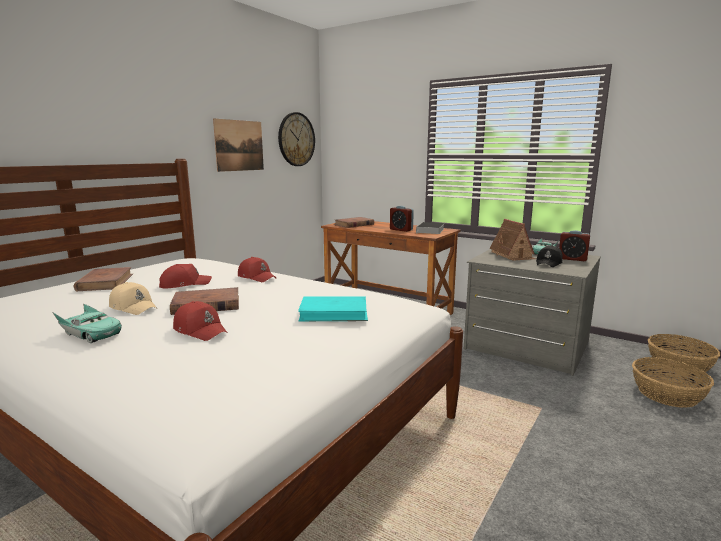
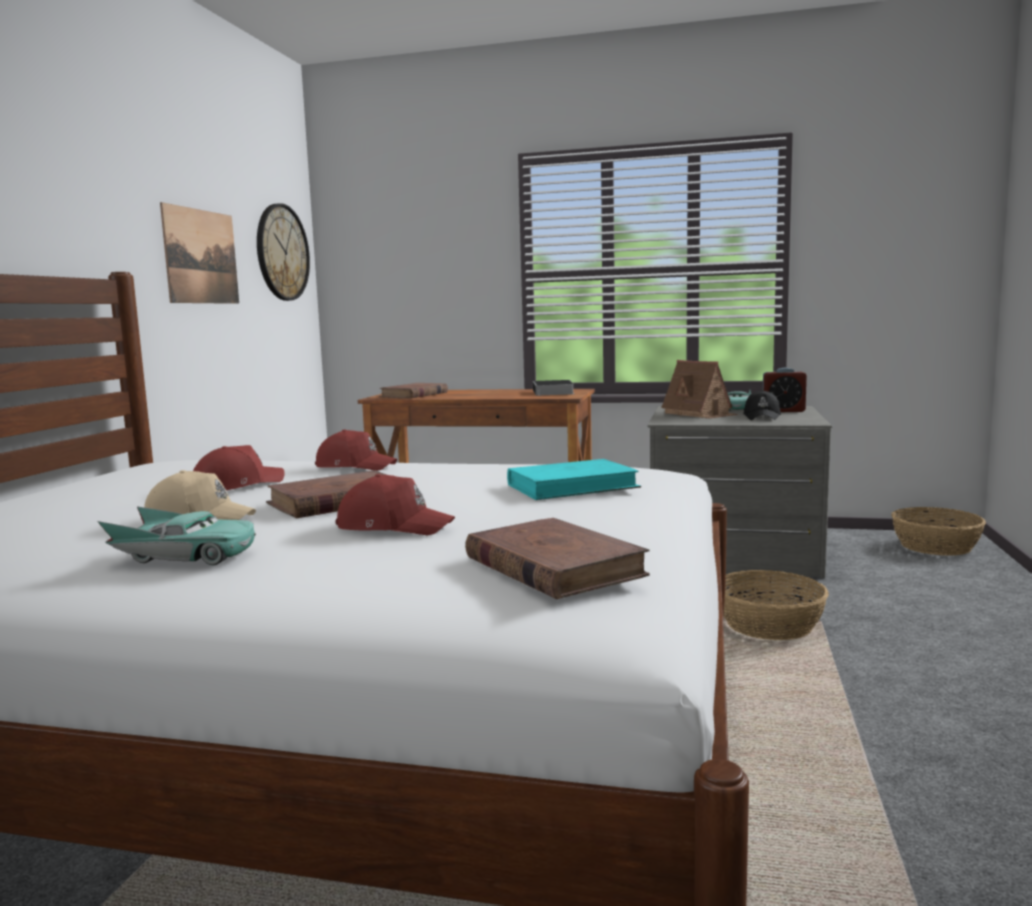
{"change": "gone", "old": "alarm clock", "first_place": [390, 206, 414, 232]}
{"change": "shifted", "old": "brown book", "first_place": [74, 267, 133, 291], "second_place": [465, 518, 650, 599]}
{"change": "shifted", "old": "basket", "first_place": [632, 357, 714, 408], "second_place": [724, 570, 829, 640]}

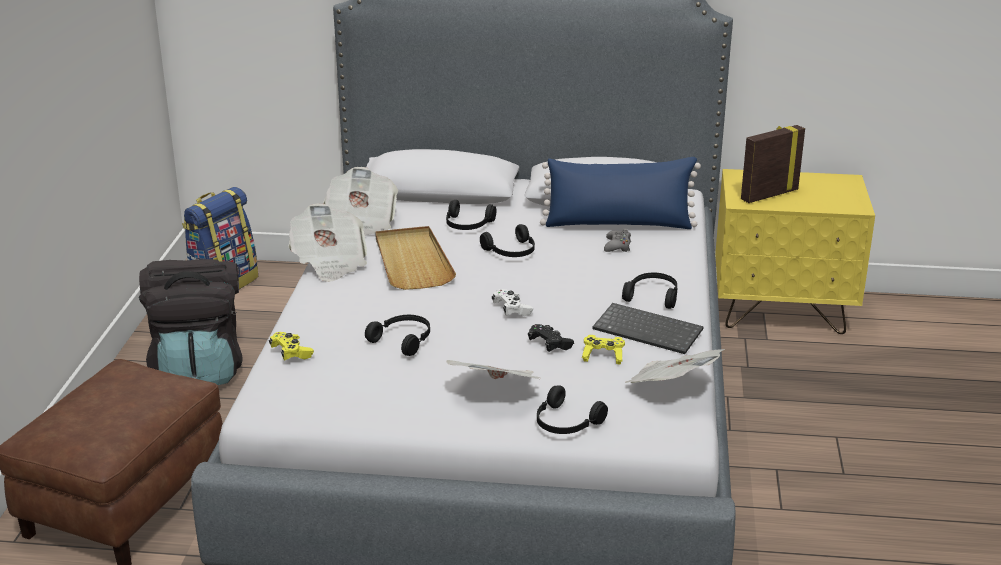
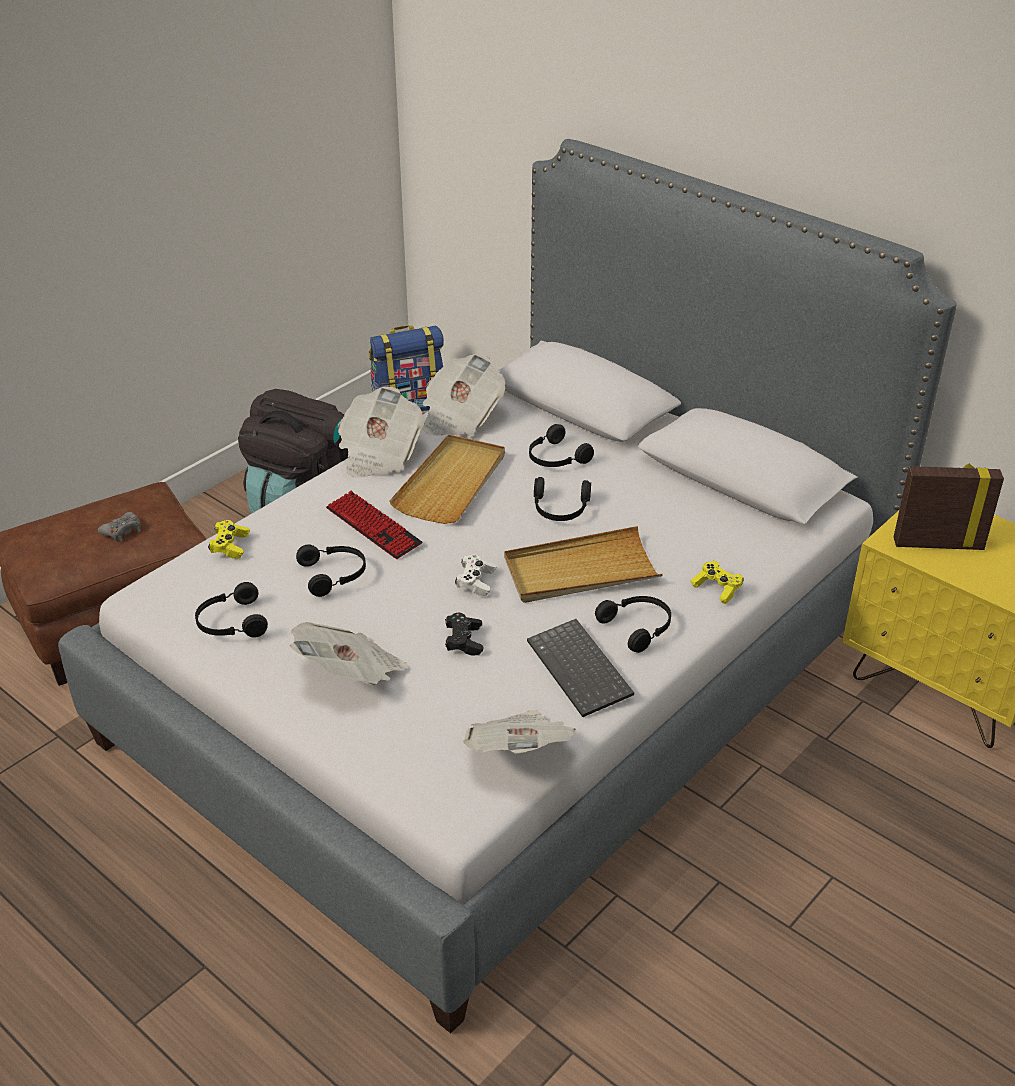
{"change": "gone", "old": "blue pillow", "first_place": [540, 157, 701, 229]}
{"change": "shifted", "old": "grey game controller", "first_place": [604, 228, 631, 252], "second_place": [98, 512, 141, 542]}
{"change": "shifted", "old": "yellow game controller", "first_place": [582, 335, 625, 364], "second_place": [690, 561, 744, 604]}
{"change": "shifted", "old": "black headphones", "first_place": [537, 385, 608, 434], "second_place": [195, 582, 268, 638]}
{"change": "new", "new": "keyboard", "second_place": [326, 491, 422, 559]}
{"change": "new", "new": "beige tray", "second_place": [504, 526, 663, 603]}

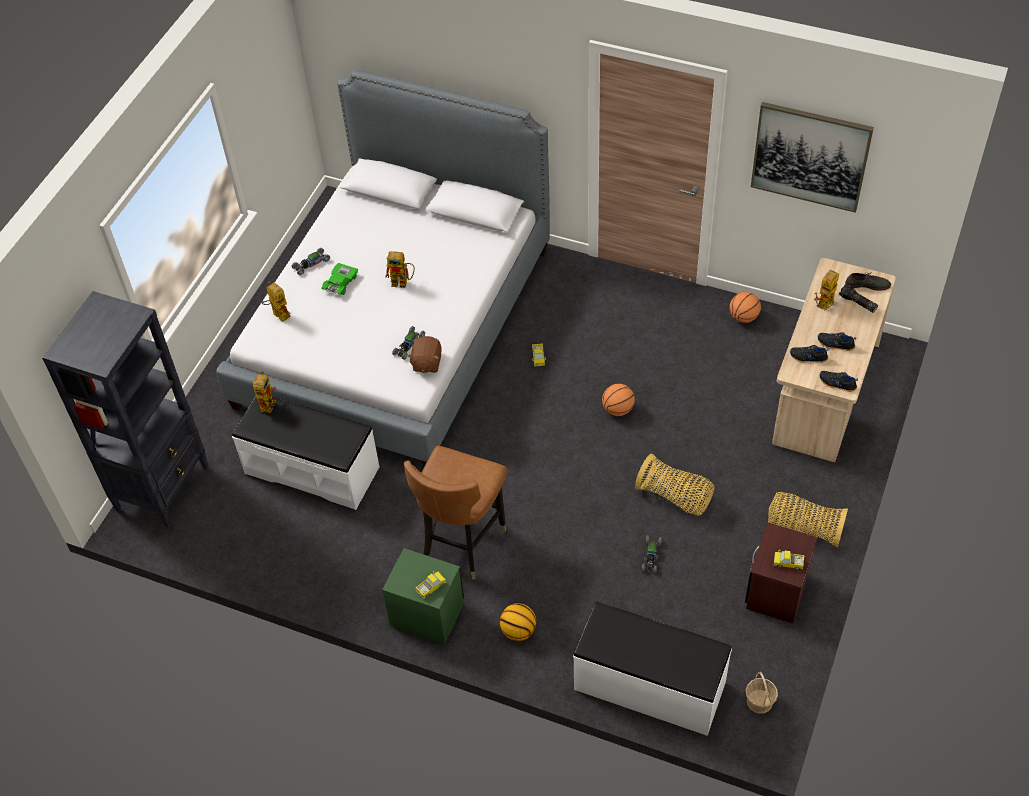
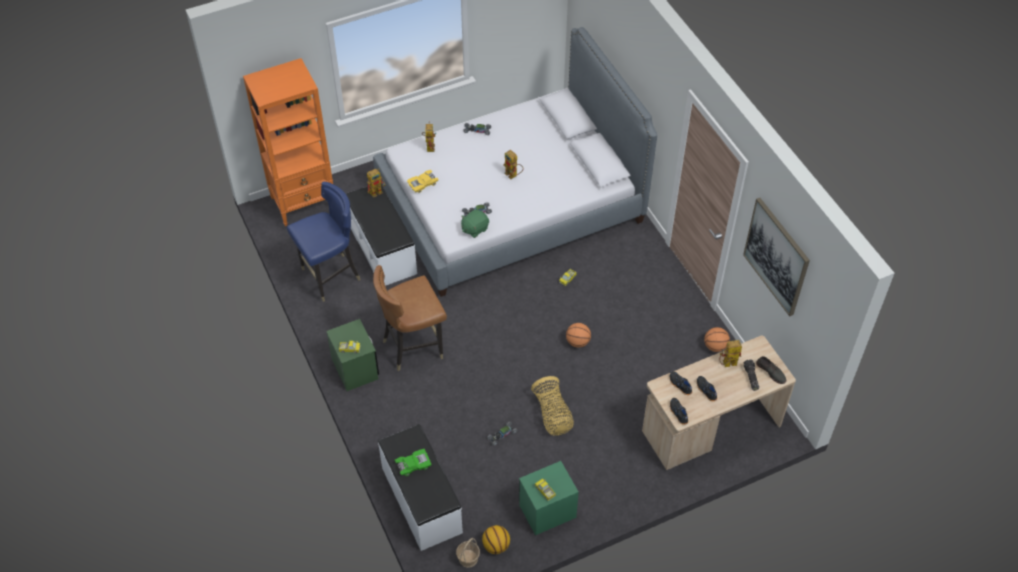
{"change": "shifted", "old": "green toy car", "first_place": [321, 263, 358, 295], "second_place": [395, 449, 431, 476]}
{"change": "repainted", "old": "black bookcase", "new": "orange bookcase", "first_place": [42, 291, 209, 529], "second_place": [243, 58, 333, 226]}
{"change": "repainted", "old": "brown plush toy", "new": "green plush toy", "first_place": [407, 336, 441, 373], "second_place": [461, 209, 489, 238]}
{"change": "gone", "old": "basket", "first_place": [768, 492, 848, 547]}
{"change": "repainted", "old": "brown nightstand", "new": "green nightstand", "first_place": [745, 522, 817, 624], "second_place": [519, 461, 579, 535]}
{"change": "shifted", "old": "basketball", "first_place": [500, 603, 536, 641], "second_place": [482, 525, 510, 554]}
{"change": "new", "new": "yellow toy car", "second_place": [407, 170, 439, 193]}
{"change": "new", "new": "blue chair", "second_place": [287, 182, 361, 302]}

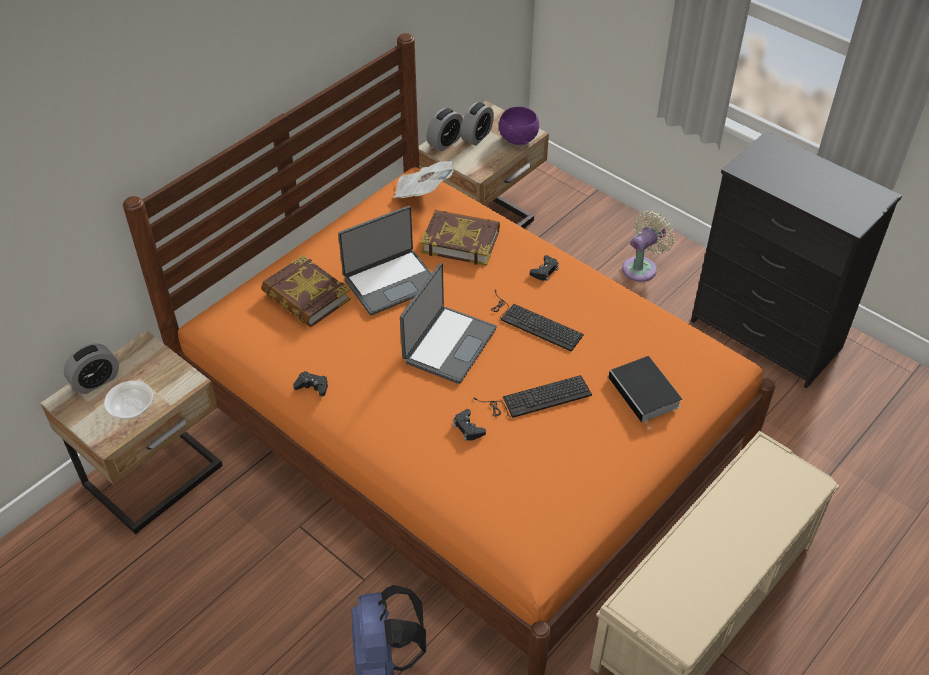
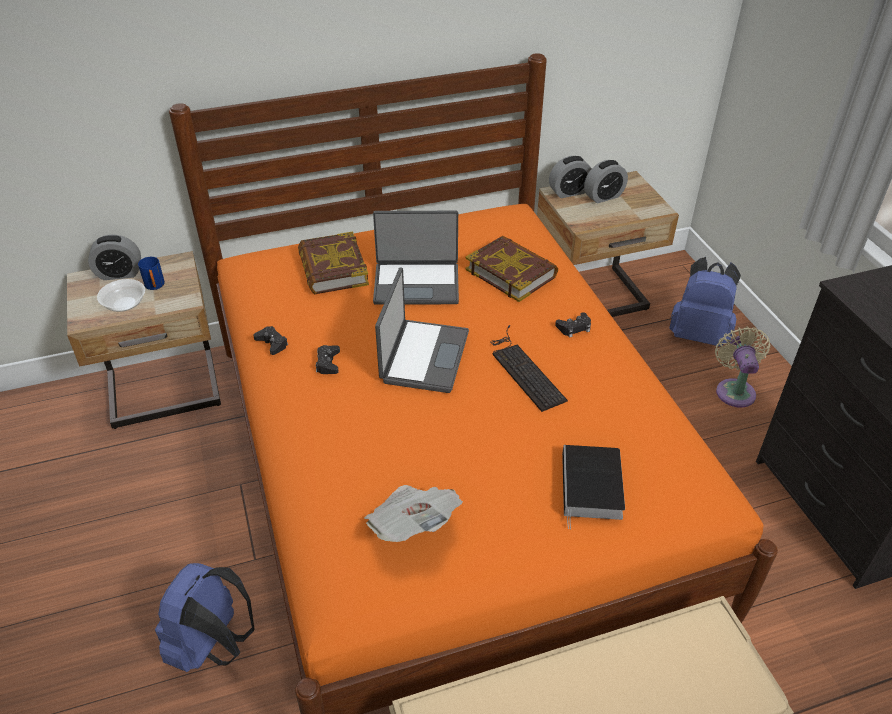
{"change": "gone", "old": "purple bowl", "first_place": [499, 107, 539, 145]}
{"change": "shifted", "old": "newspaper", "first_place": [393, 161, 454, 198], "second_place": [364, 485, 463, 542]}
{"change": "rotated", "old": "beige fan", "first_place": [622, 211, 674, 282], "second_place": [715, 326, 770, 407], "degrees": -75}
{"change": "rotated", "old": "laptop", "first_place": [400, 263, 497, 384], "second_place": [375, 268, 469, 393], "degrees": -45}
{"change": "gone", "old": "keyboard", "first_place": [473, 375, 592, 418]}
{"change": "shifted", "old": "black game controller", "first_place": [453, 409, 486, 441], "second_place": [316, 345, 340, 374]}
{"change": "new", "new": "blue mug", "second_place": [138, 257, 165, 290]}
{"change": "new", "new": "blue backpack", "second_place": [669, 257, 741, 347]}

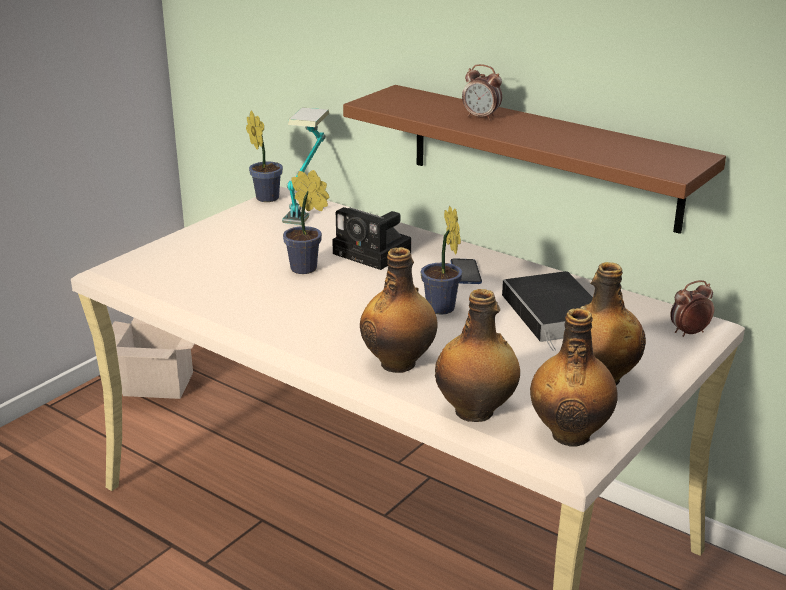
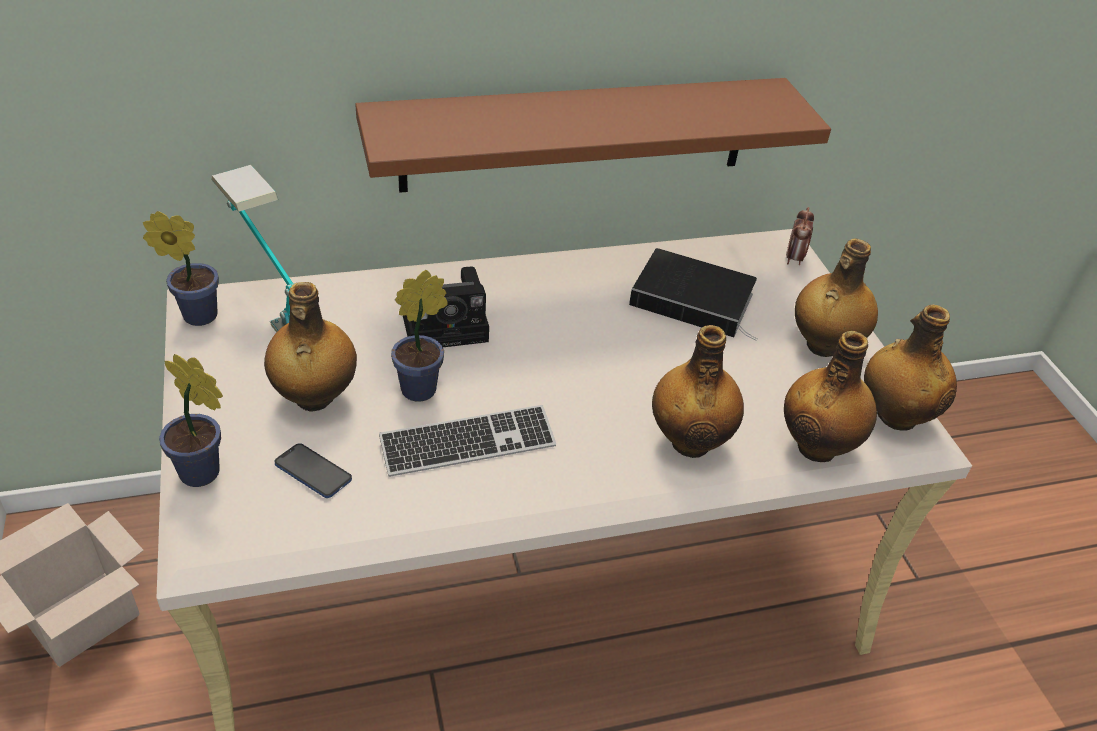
{"change": "gone", "old": "alarm clock", "first_place": [462, 64, 502, 121]}
{"change": "shifted", "old": "potted plant", "first_place": [420, 205, 462, 315], "second_place": [159, 354, 223, 487]}
{"change": "shifted", "old": "phone", "first_place": [451, 258, 482, 284], "second_place": [275, 443, 352, 498]}
{"change": "new", "new": "bottle", "second_place": [264, 282, 357, 411]}
{"change": "new", "new": "keyboard", "second_place": [379, 405, 556, 477]}

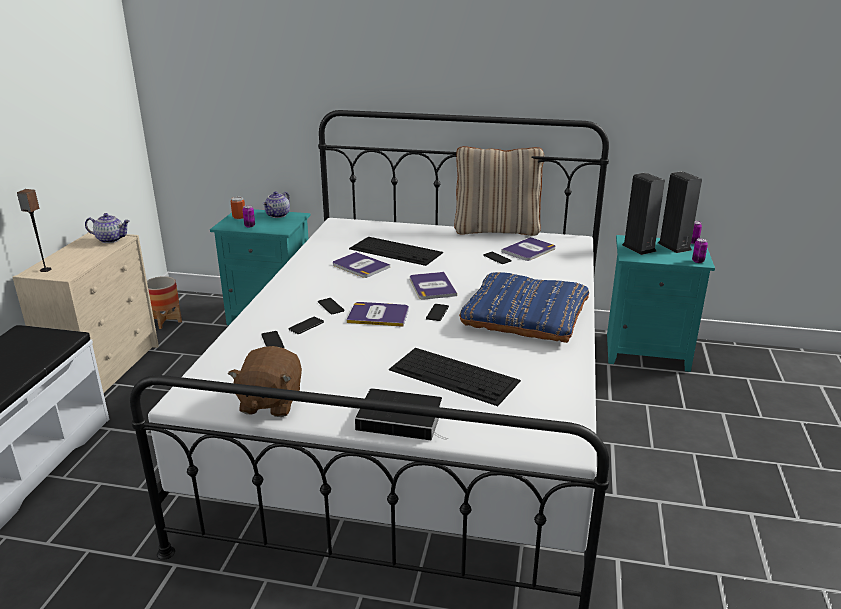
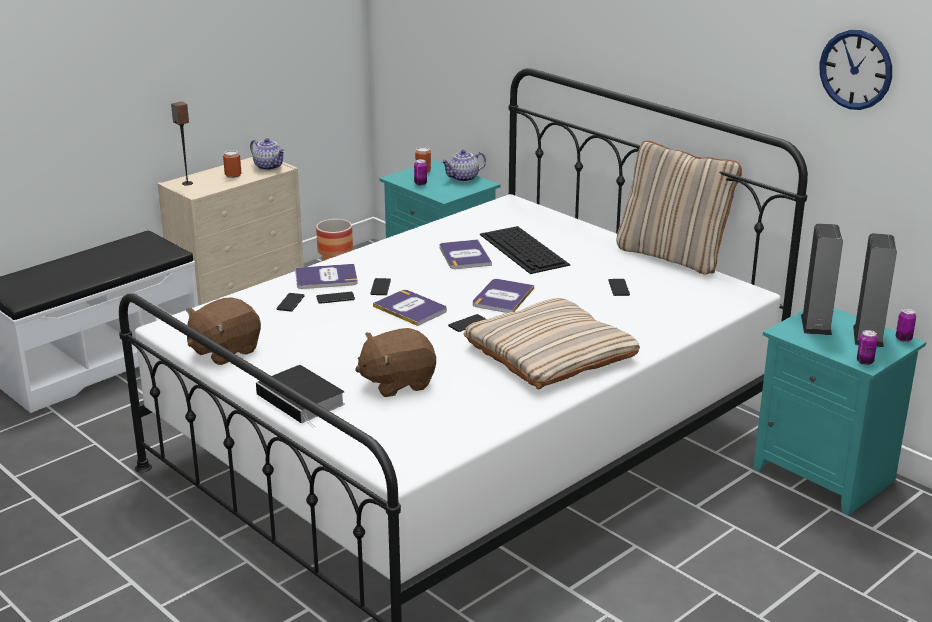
{"change": "shifted", "old": "book", "first_place": [501, 237, 555, 261], "second_place": [295, 264, 358, 289]}
{"change": "repainted", "old": "blue pillow", "new": "beige pillow", "first_place": [459, 272, 589, 343], "second_place": [463, 298, 640, 390]}
{"change": "swapped", "old": "keyboard", "new": "brown plush toy", "first_place": [389, 348, 521, 406], "second_place": [355, 328, 436, 397]}
{"change": "new", "new": "wall clock", "second_place": [820, 30, 892, 110]}
{"change": "new", "new": "can", "second_place": [223, 150, 241, 178]}

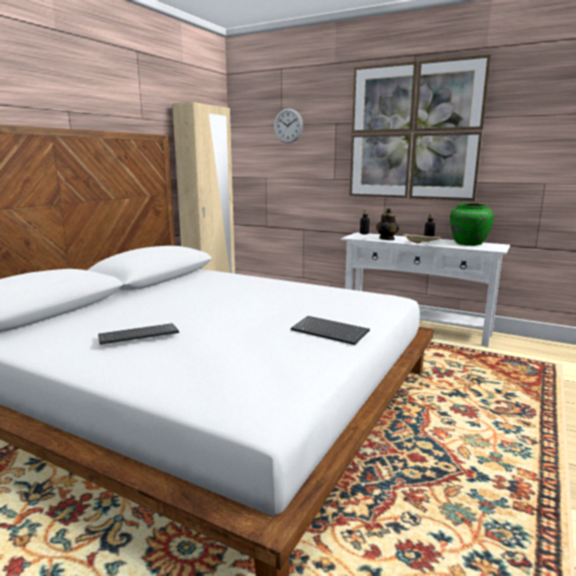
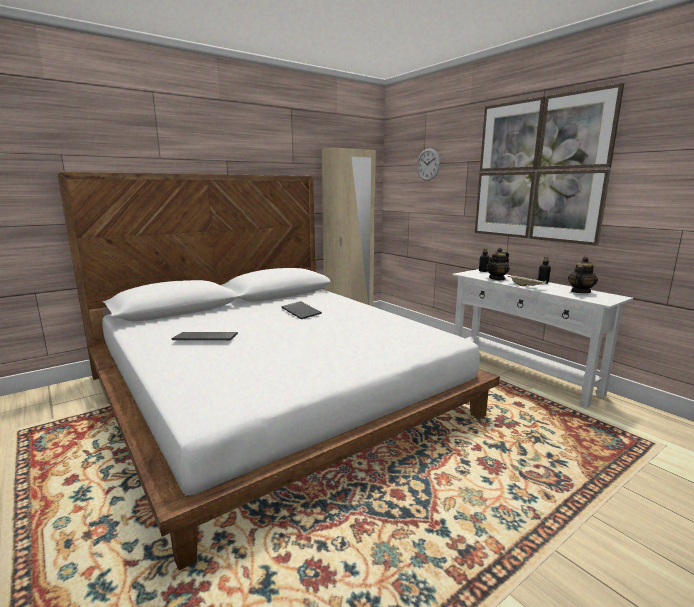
{"change": "swapped", "old": "green vase", "new": "teapot", "first_place": [450, 203, 494, 246], "second_place": [568, 257, 598, 293]}
{"change": "shifted", "old": "keyboard", "first_place": [291, 316, 370, 345], "second_place": [281, 301, 322, 319]}

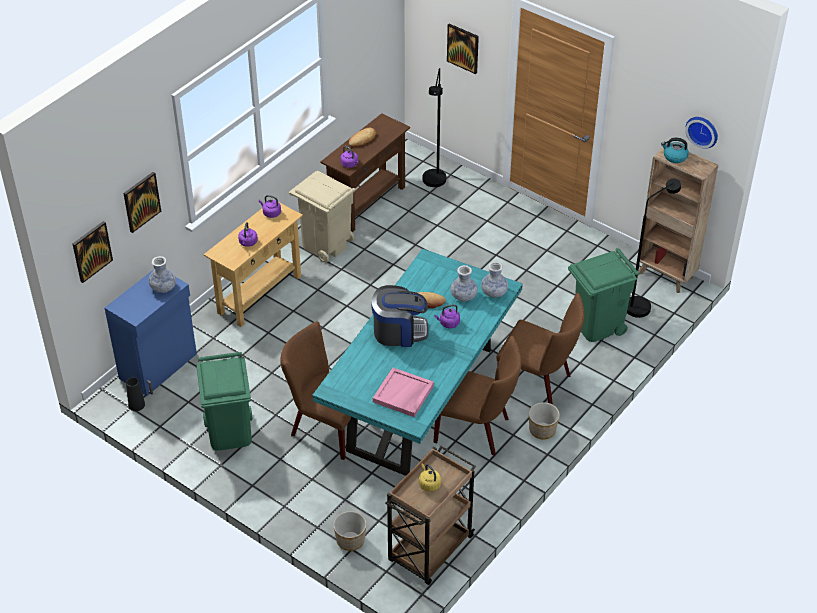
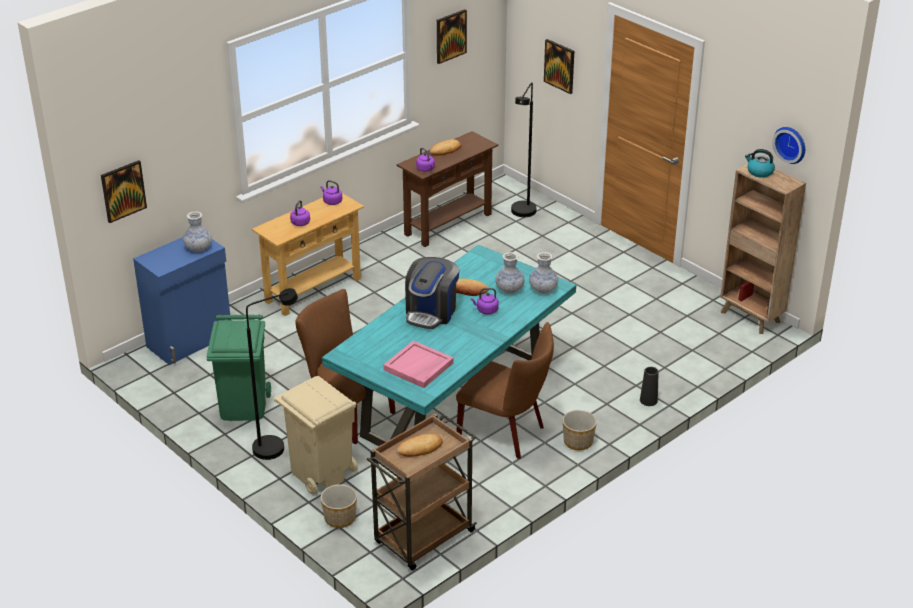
{"change": "shifted", "old": "beige trash can", "first_place": [289, 171, 355, 263], "second_place": [274, 376, 358, 495]}
{"change": "shifted", "old": "picture", "first_place": [123, 172, 161, 233], "second_place": [437, 9, 467, 64]}
{"change": "shifted", "old": "black floor lamp", "first_place": [627, 179, 681, 318], "second_place": [246, 288, 298, 460]}
{"change": "gone", "old": "green trash can", "first_place": [568, 248, 639, 342]}
{"change": "rotated", "old": "coffee machine", "first_place": [371, 285, 429, 347], "second_place": [405, 257, 460, 329], "degrees": 105}
{"change": "gone", "old": "brown chair", "first_place": [496, 293, 584, 405]}
{"change": "shifted", "old": "black vase", "first_place": [126, 377, 145, 411], "second_place": [640, 367, 659, 406]}
{"change": "swapped", "old": "yellow kettle", "new": "bread", "first_place": [419, 463, 441, 492], "second_place": [397, 434, 443, 457]}

